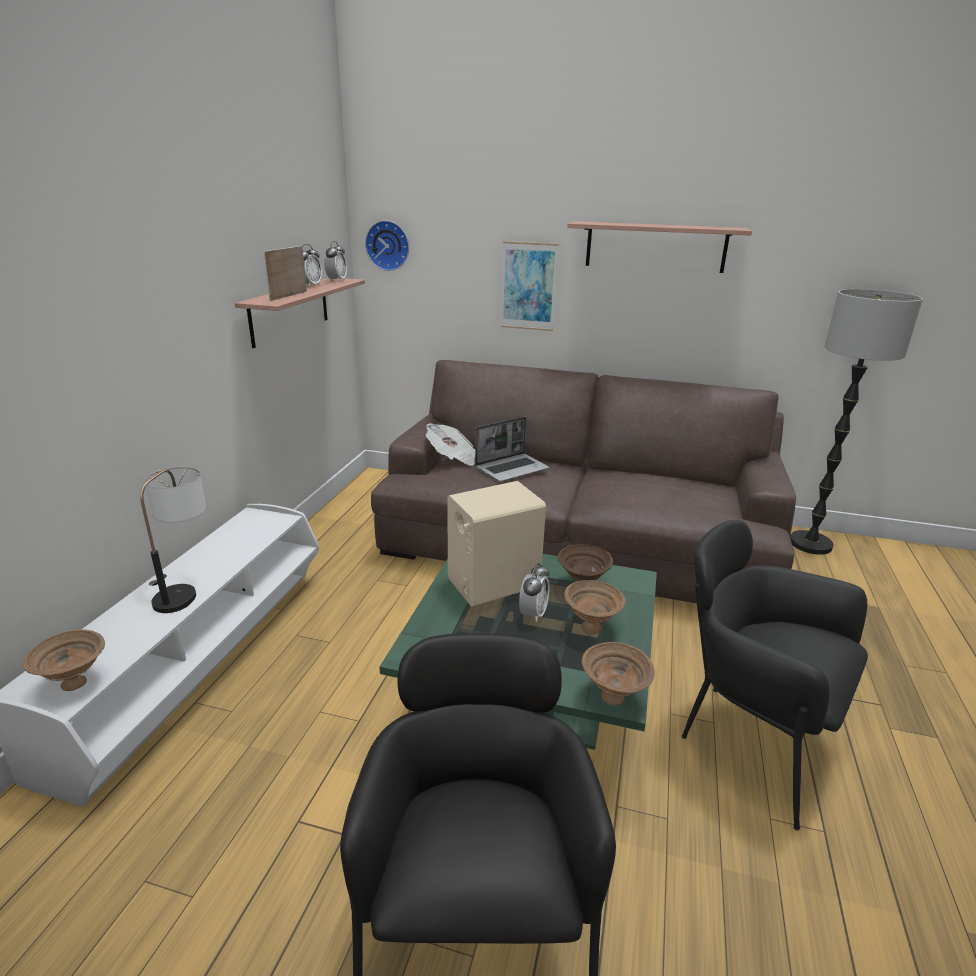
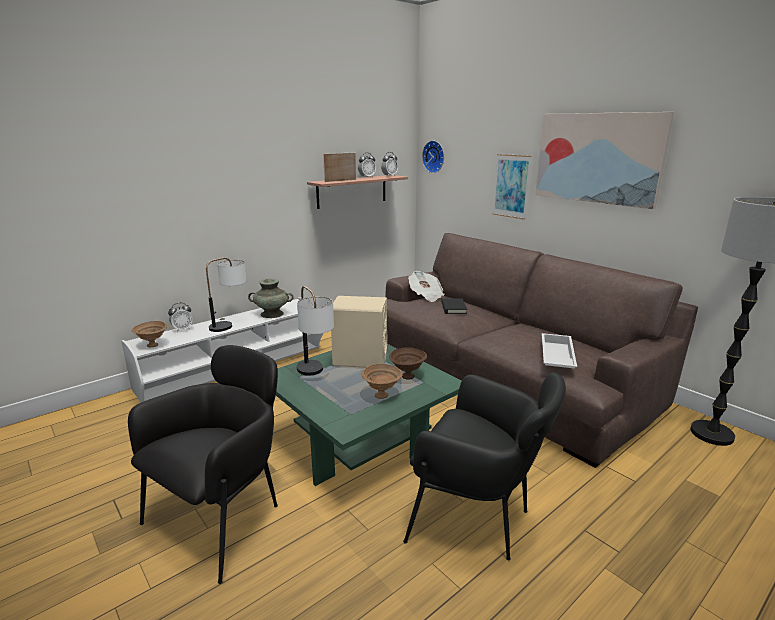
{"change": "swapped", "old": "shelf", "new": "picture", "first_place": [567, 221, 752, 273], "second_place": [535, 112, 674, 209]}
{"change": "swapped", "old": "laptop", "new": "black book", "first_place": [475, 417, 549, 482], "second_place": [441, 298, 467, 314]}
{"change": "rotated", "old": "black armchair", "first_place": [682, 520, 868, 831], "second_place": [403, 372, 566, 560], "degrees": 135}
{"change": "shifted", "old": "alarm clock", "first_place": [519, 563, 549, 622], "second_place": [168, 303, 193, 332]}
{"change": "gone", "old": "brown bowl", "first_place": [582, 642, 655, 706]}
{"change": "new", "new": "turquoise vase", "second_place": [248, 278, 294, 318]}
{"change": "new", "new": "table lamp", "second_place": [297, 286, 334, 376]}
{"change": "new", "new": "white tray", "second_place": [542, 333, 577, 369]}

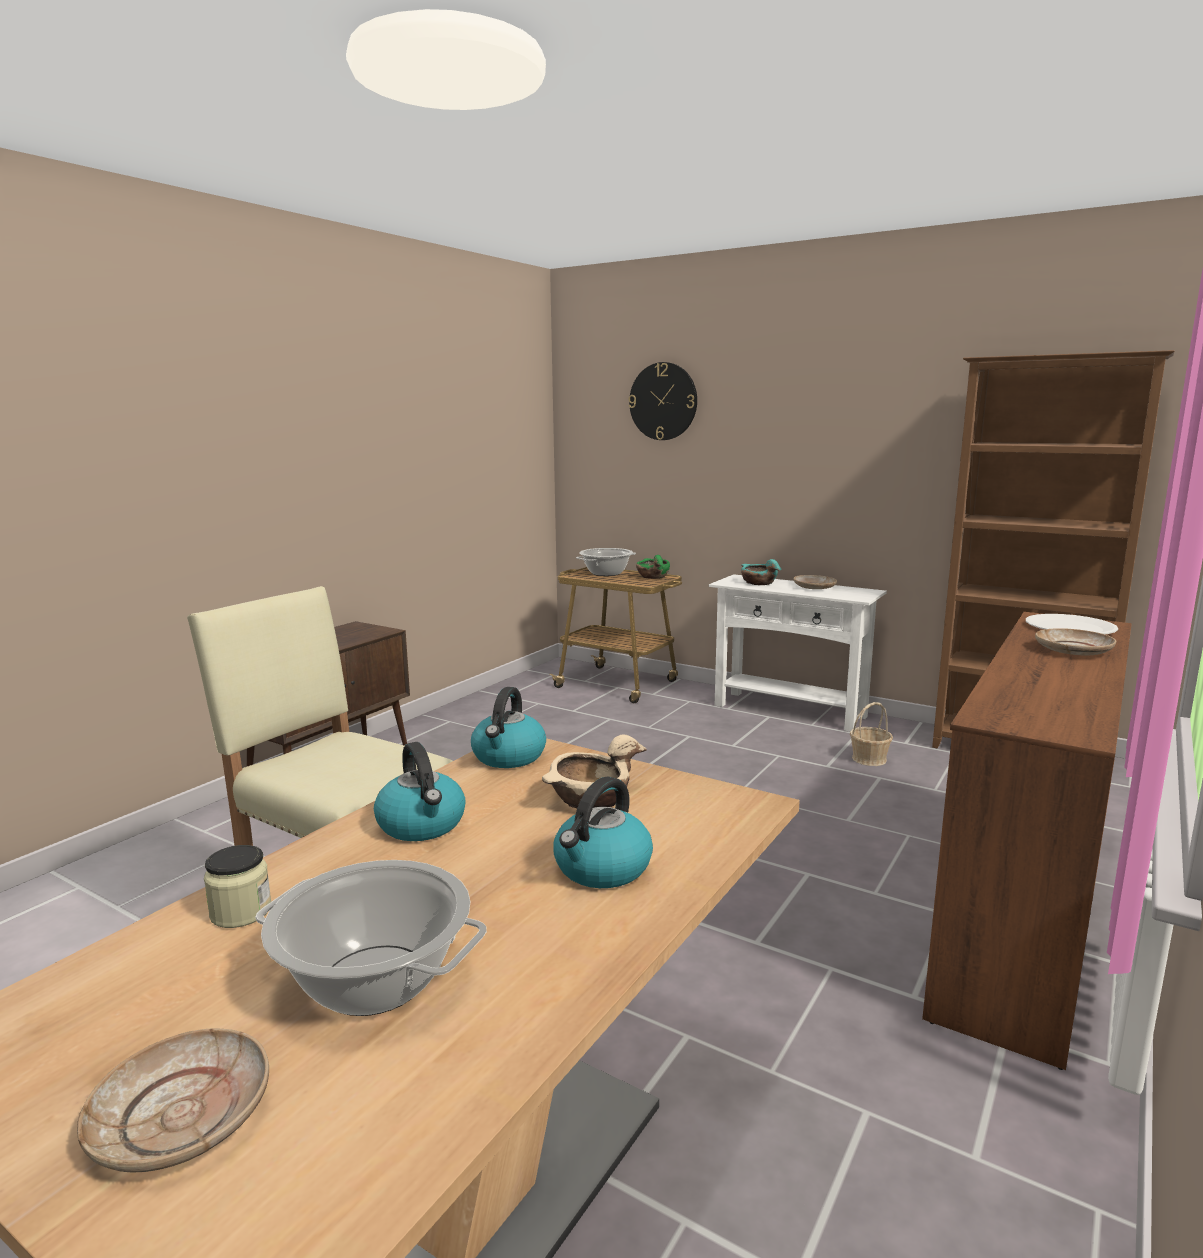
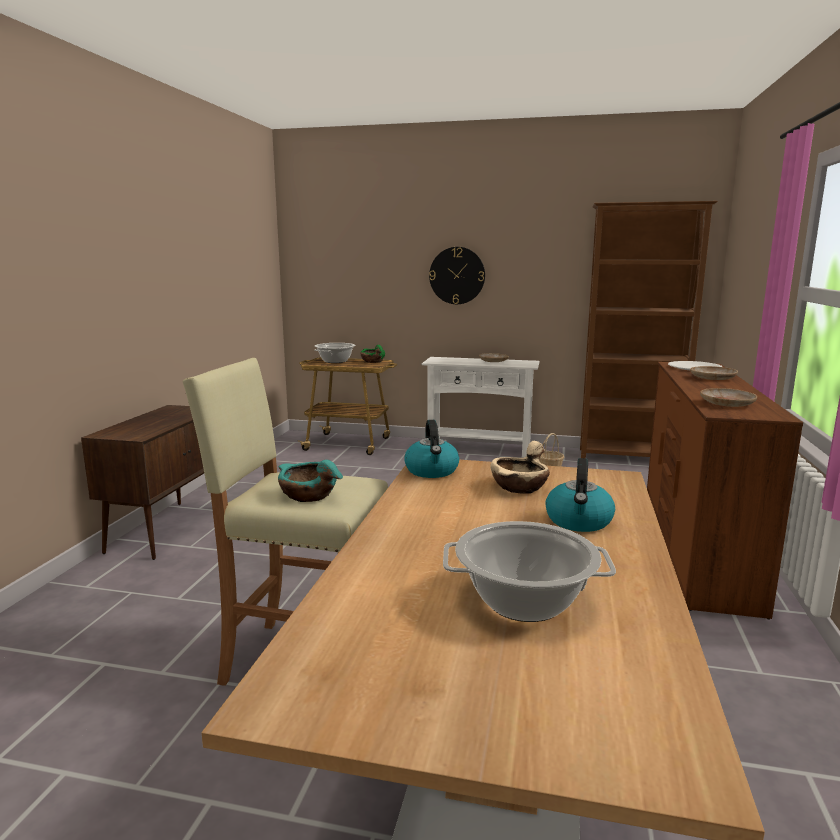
{"change": "shifted", "old": "wall clock", "first_place": [629, 362, 697, 440], "second_place": [429, 247, 485, 304]}
{"change": "shifted", "old": "turquoise bowl", "first_place": [741, 559, 782, 585], "second_place": [278, 460, 343, 502]}
{"change": "gone", "old": "kettle", "first_place": [374, 742, 466, 841]}
{"change": "gone", "old": "jar", "first_place": [204, 845, 272, 928]}
{"change": "shifted", "old": "beige plate", "first_place": [77, 1028, 269, 1173], "second_place": [700, 388, 757, 407]}

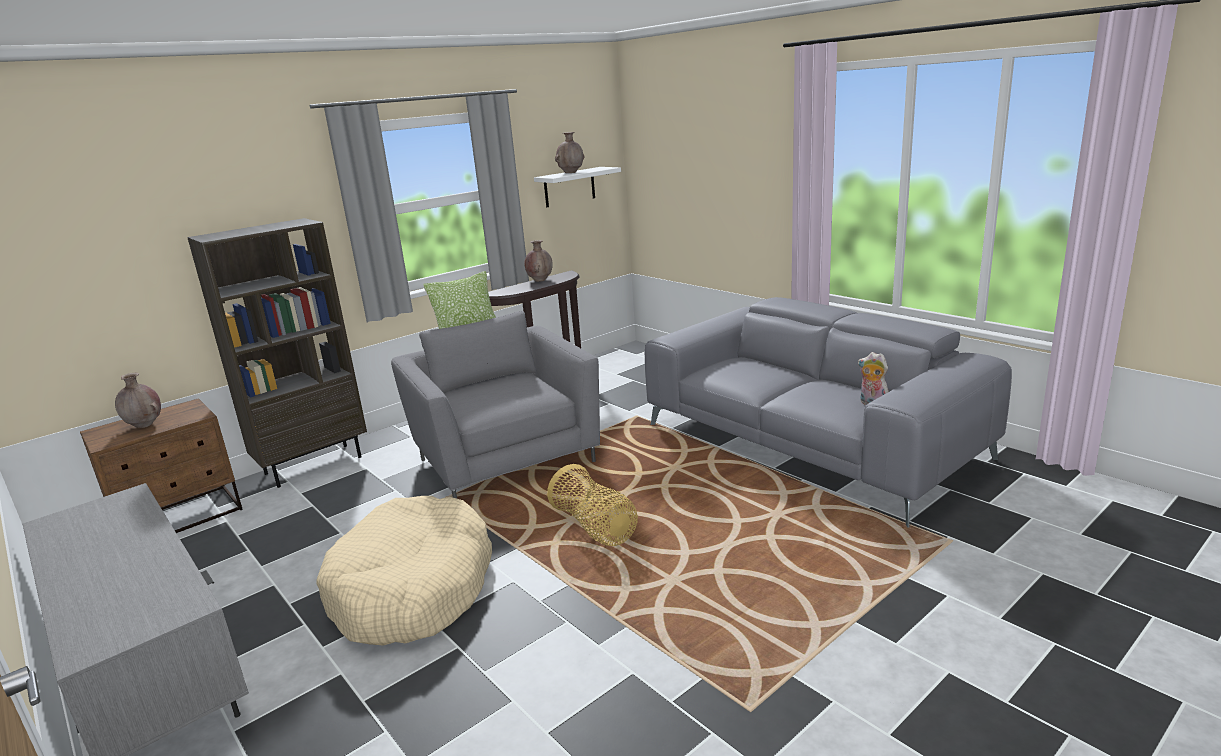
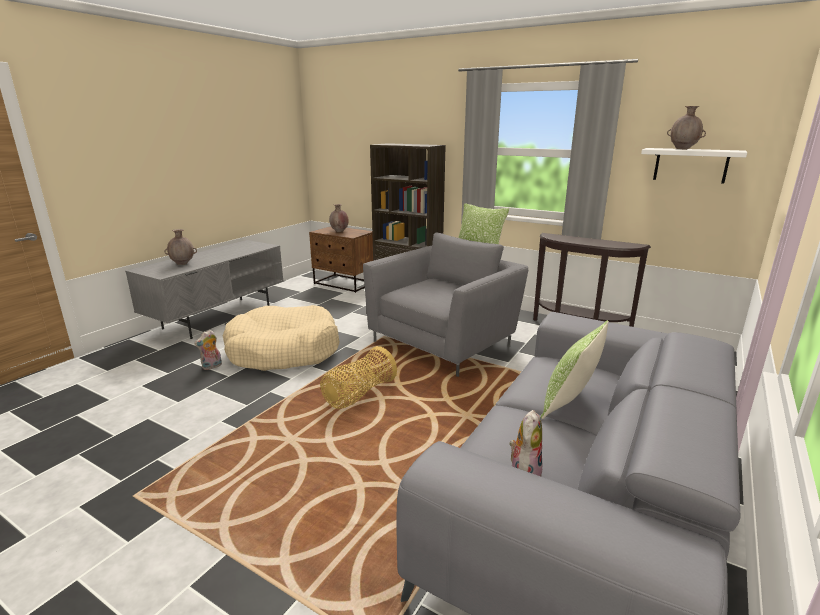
{"change": "shifted", "old": "brown vase", "first_place": [524, 240, 553, 282], "second_place": [164, 229, 197, 265]}
{"change": "new", "new": "pillow", "second_place": [540, 320, 609, 419]}
{"change": "new", "new": "plush toy", "second_place": [194, 330, 222, 370]}

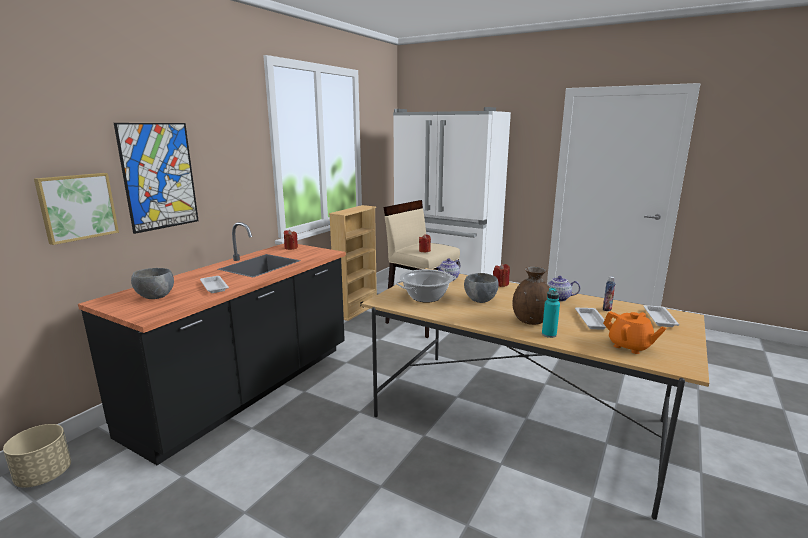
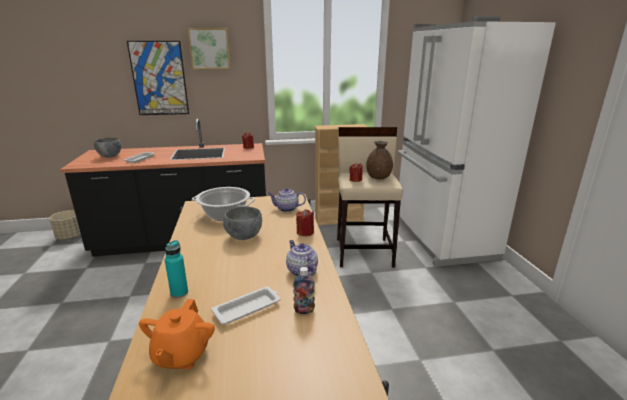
{"change": "shifted", "old": "picture", "first_place": [34, 173, 119, 245], "second_place": [187, 28, 231, 69]}
{"change": "shifted", "old": "brown vase", "first_place": [512, 267, 550, 325], "second_place": [366, 141, 393, 179]}
{"change": "gone", "old": "white tray", "first_place": [643, 305, 679, 327]}

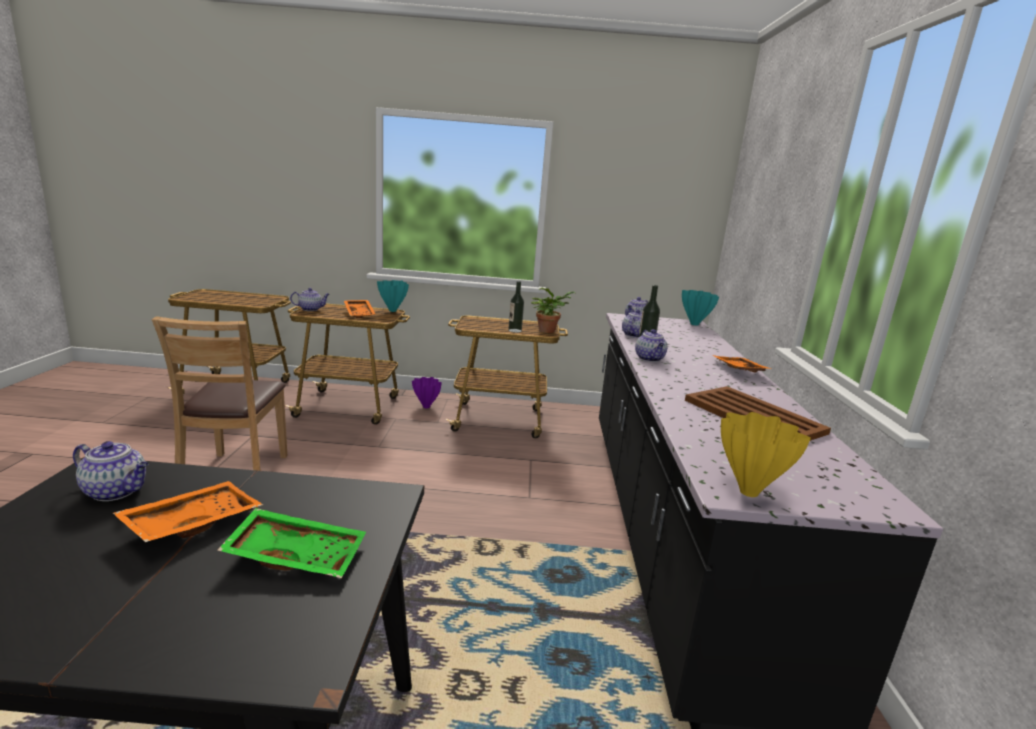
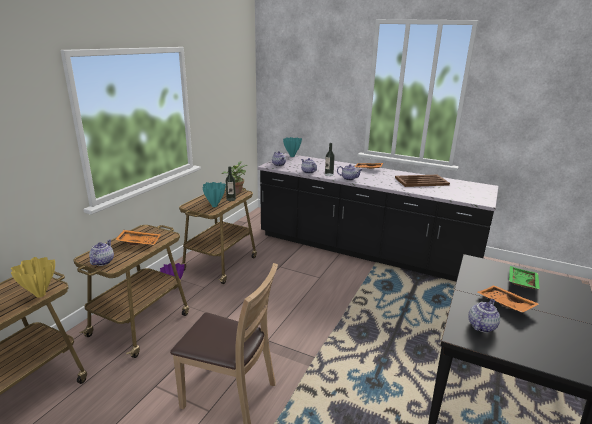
{"change": "shifted", "old": "turquoise vase", "first_place": [377, 280, 409, 312], "second_place": [202, 182, 226, 207]}
{"change": "shifted", "old": "yellow vase", "first_place": [721, 412, 811, 497], "second_place": [11, 257, 55, 298]}

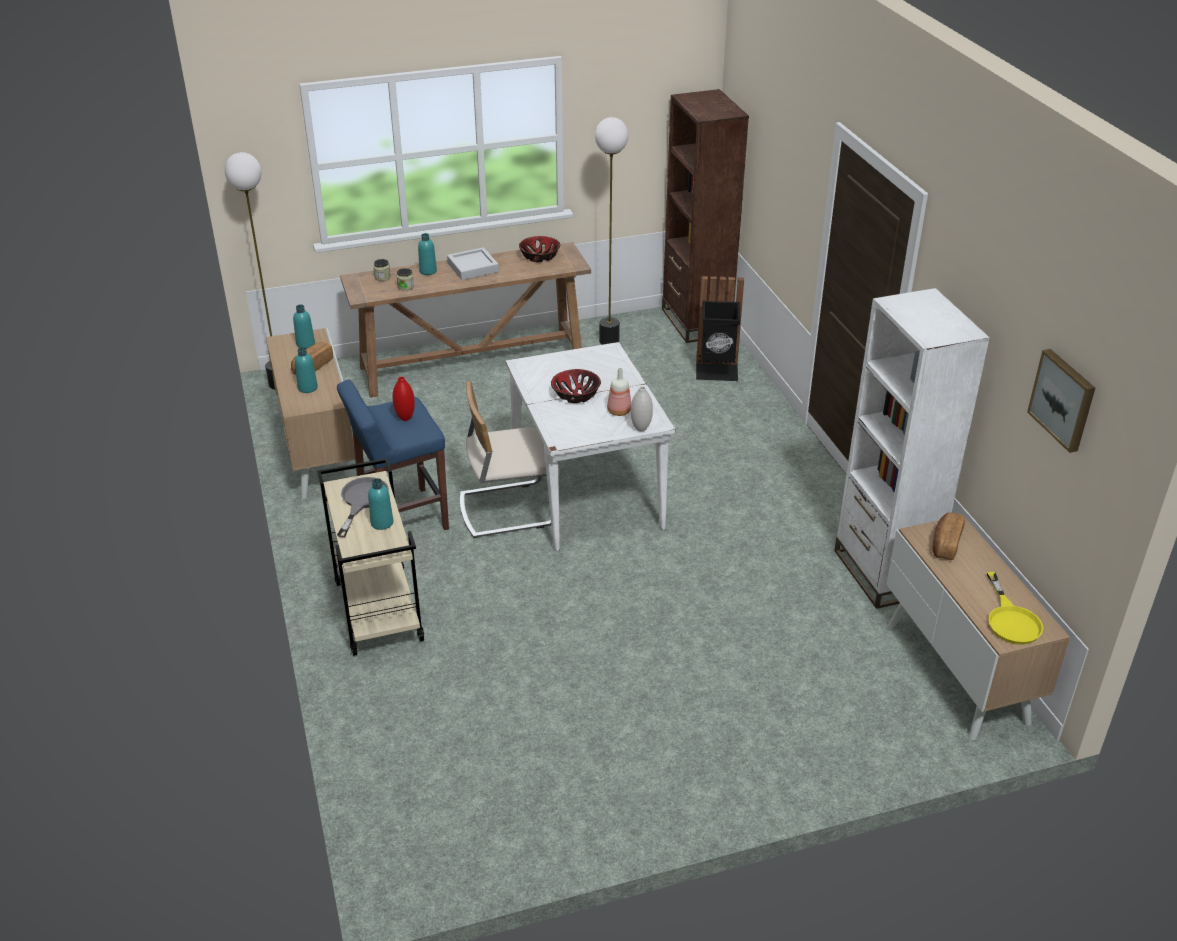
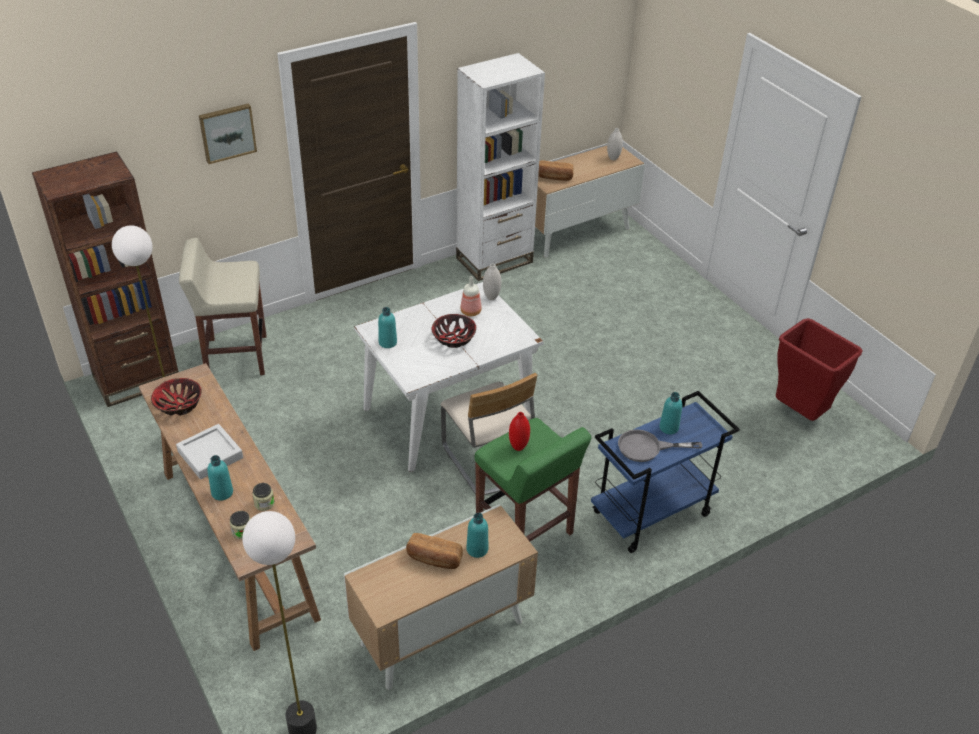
{"change": "swapped", "old": "black trash can", "new": "beige stool", "first_place": [696, 276, 744, 381], "second_place": [179, 238, 267, 375]}
{"change": "shifted", "old": "turquoise bottle", "first_place": [293, 305, 315, 348], "second_place": [378, 307, 397, 348]}
{"change": "shifted", "old": "picture", "first_place": [1027, 349, 1095, 453], "second_place": [199, 103, 257, 164]}
{"change": "repainted", "old": "blue stool", "new": "green stool", "first_place": [337, 380, 449, 530], "second_place": [474, 418, 591, 542]}
{"change": "repainted", "old": "beige cart", "new": "blue cart", "first_place": [317, 458, 424, 656], "second_place": [591, 391, 740, 553]}
{"change": "swapped", "old": "yellow frying pan", "new": "white vase", "first_place": [987, 572, 1043, 645], "second_place": [607, 128, 623, 160]}
{"change": "new", "new": "red trash can", "second_place": [776, 318, 863, 421]}

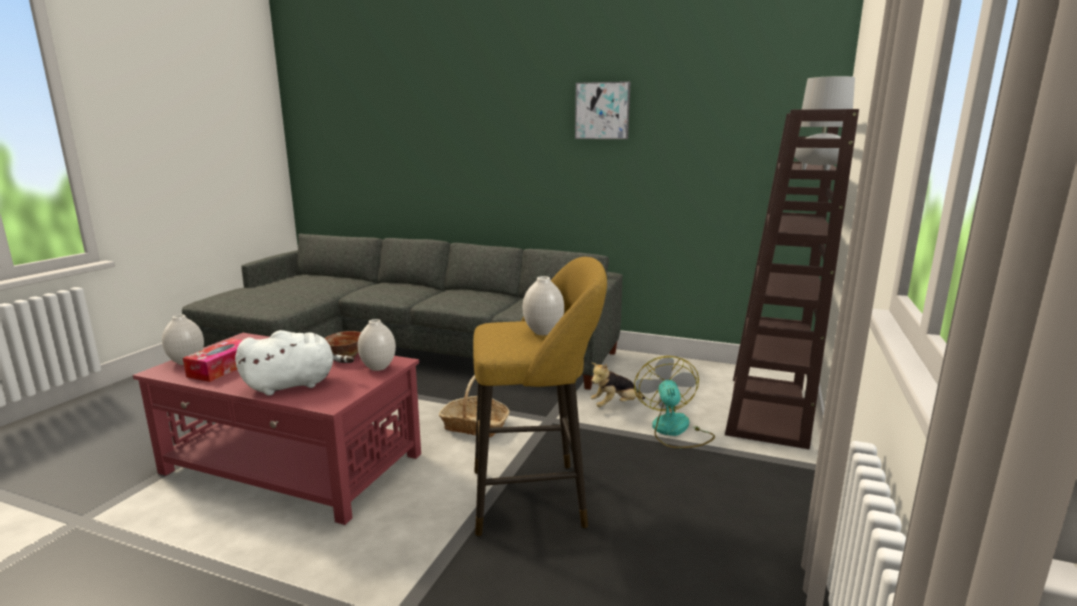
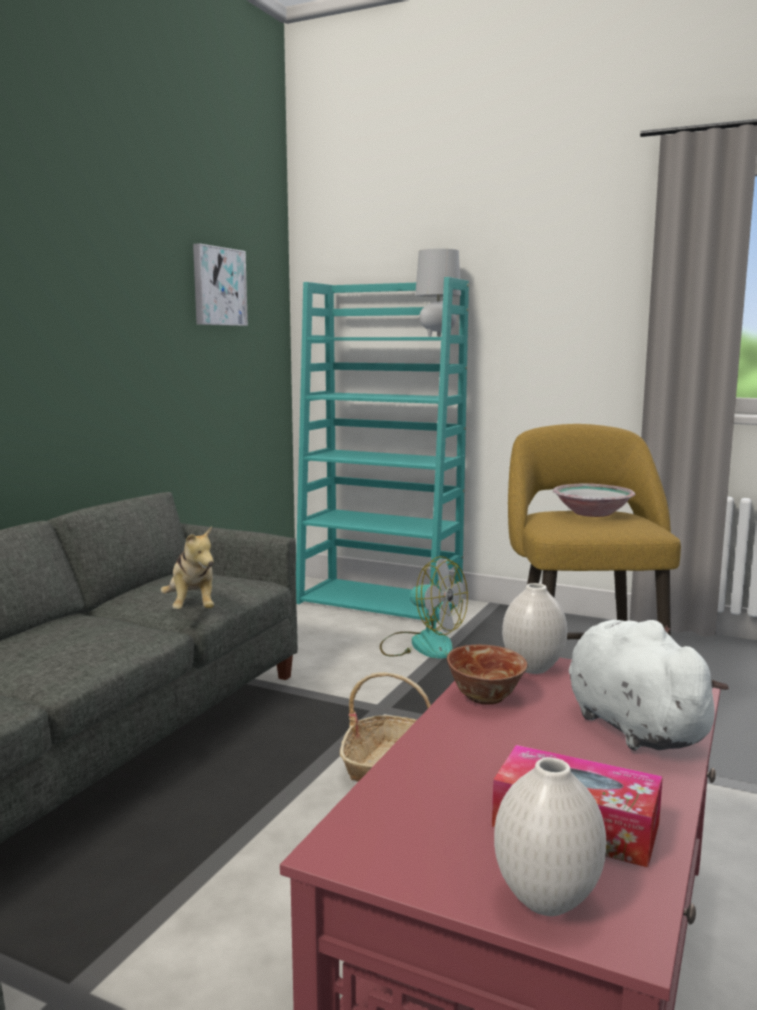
{"change": "shifted", "old": "picture", "first_place": [575, 81, 631, 139], "second_place": [193, 243, 248, 326]}
{"change": "repainted", "old": "brown bookcase", "new": "turquoise bookcase", "first_place": [725, 109, 859, 449], "second_place": [296, 277, 469, 625]}
{"change": "swapped", "old": "white vase", "new": "bowl", "first_place": [523, 276, 564, 335], "second_place": [553, 483, 635, 517]}
{"change": "rotated", "old": "fan", "first_place": [634, 356, 715, 448], "second_place": [380, 556, 468, 659], "degrees": -150}
{"change": "shifted", "old": "plush toy", "first_place": [591, 362, 645, 407], "second_place": [161, 526, 214, 609]}

